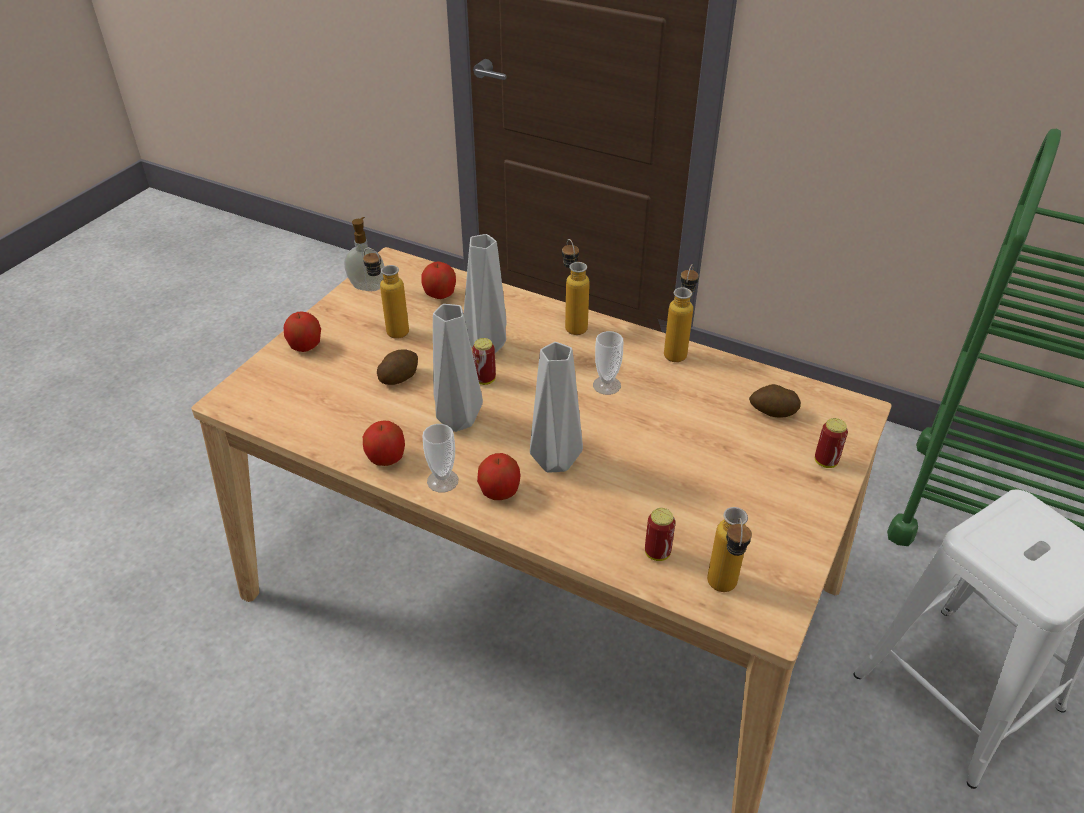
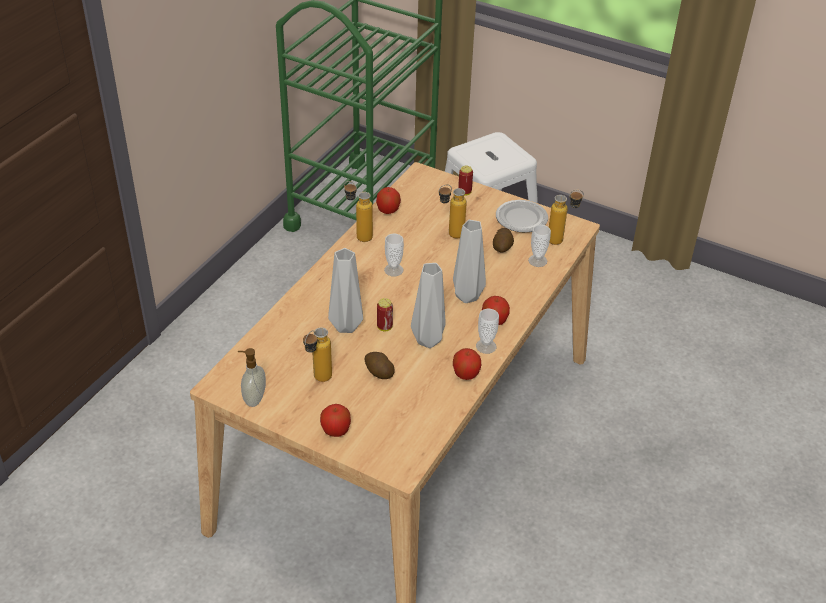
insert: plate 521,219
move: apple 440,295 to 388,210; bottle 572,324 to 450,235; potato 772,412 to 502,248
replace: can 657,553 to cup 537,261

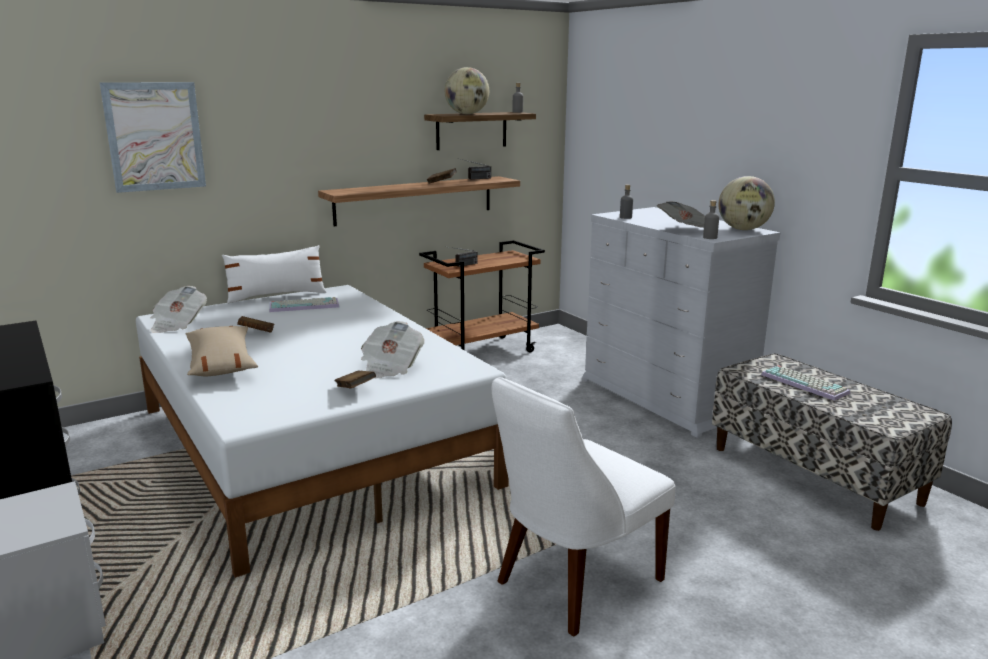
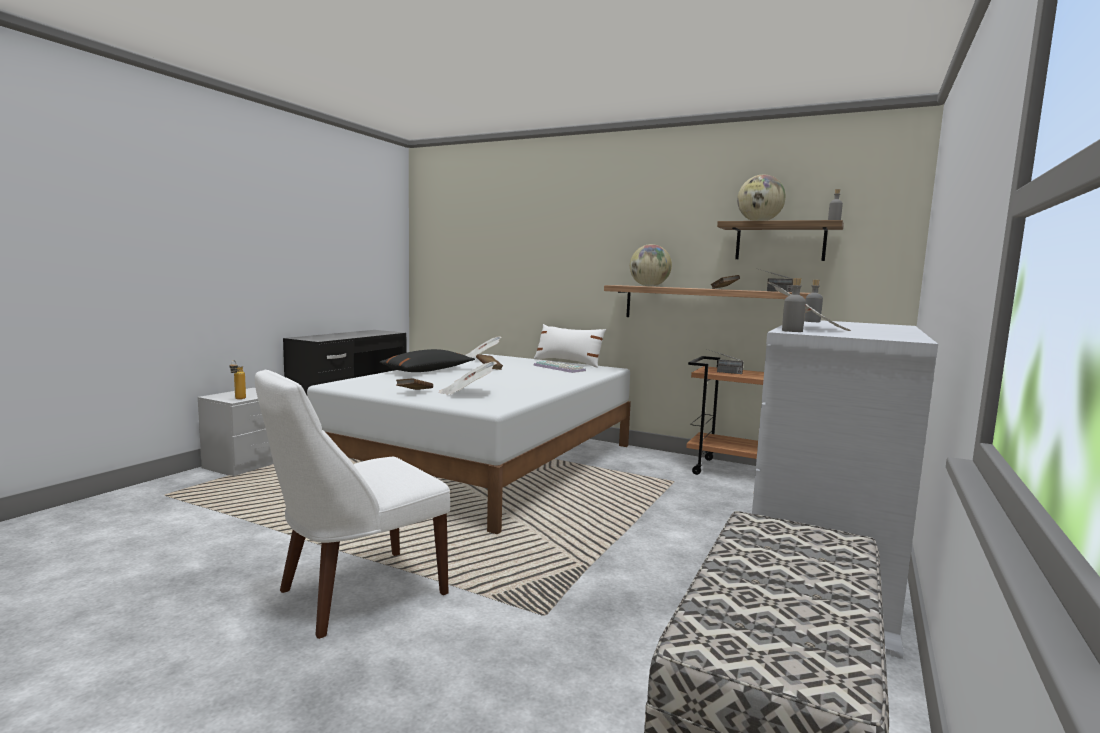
delete: picture 155,136; keyboard 806,384
insert: bottle 238,399
move: globe 743,229 to 649,286
recolor: pillow/beige 221,363 to pillow/black 427,371
rotate: chair/white 573,583 = 355,594 60 degrees counterclockwise

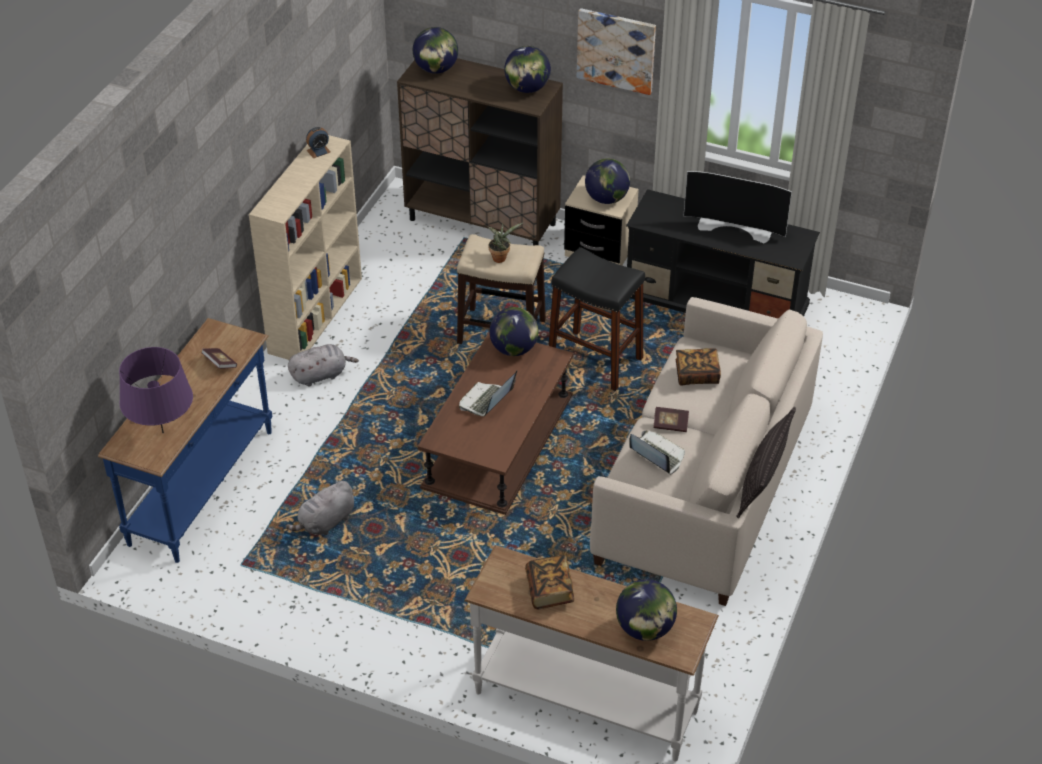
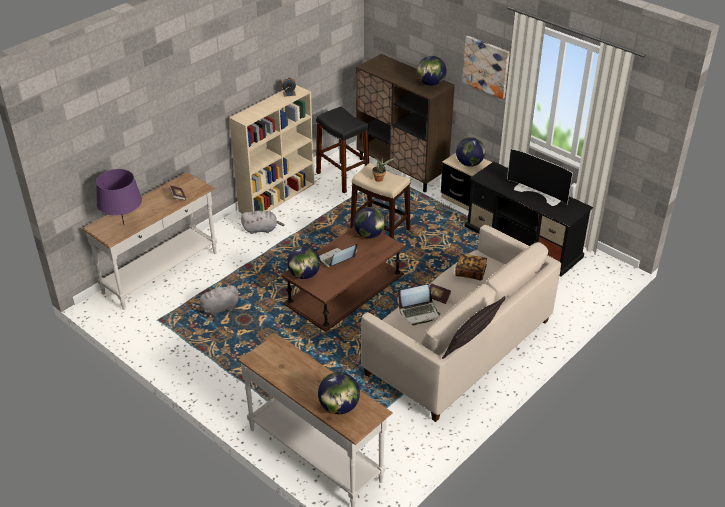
delete: book 549,590
move: globe 436,69 to 304,275; stool/black 595,360 to 343,177
recolor: console table/blue 203,487 to console table/white 161,273
rotate: laptop 656,455 = 419,312 105 degrees clockwise

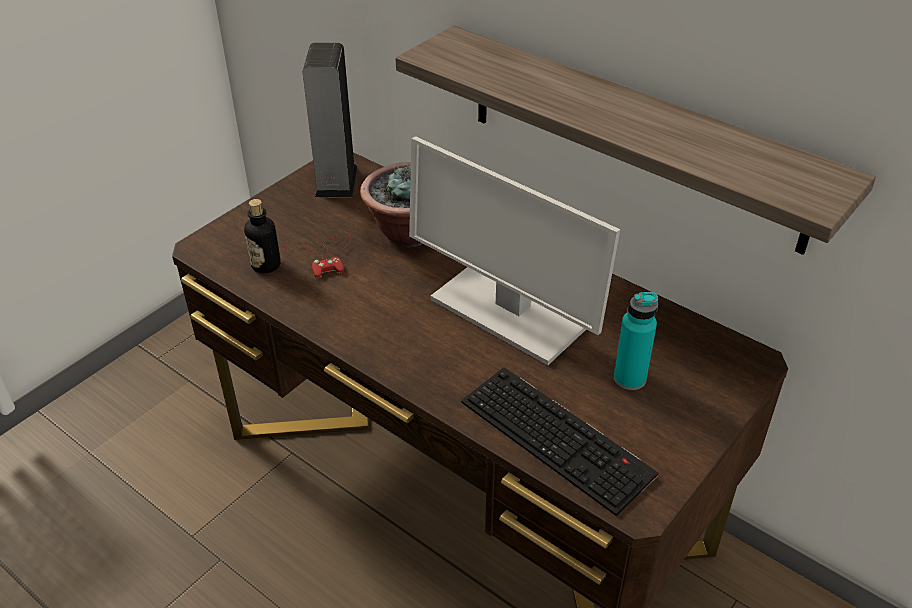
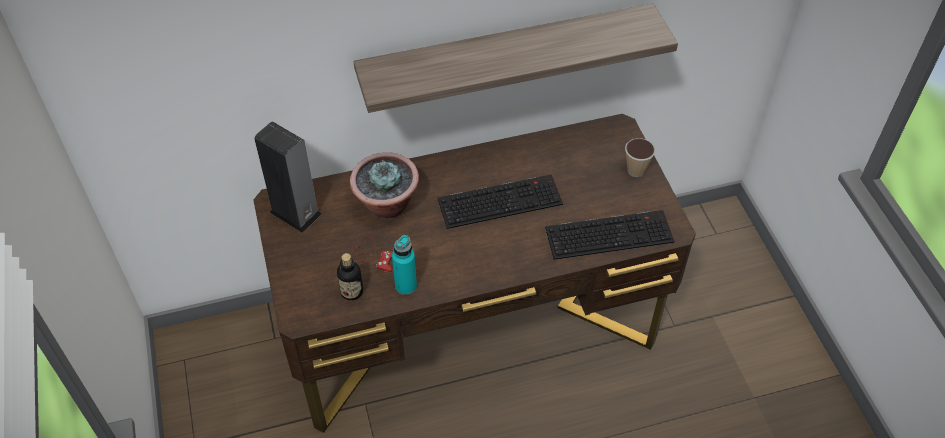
insert: cup 636,170
move: bottle/turquoise 629,378 to 406,286
replace: monitor 507,312 to keyboard 501,200

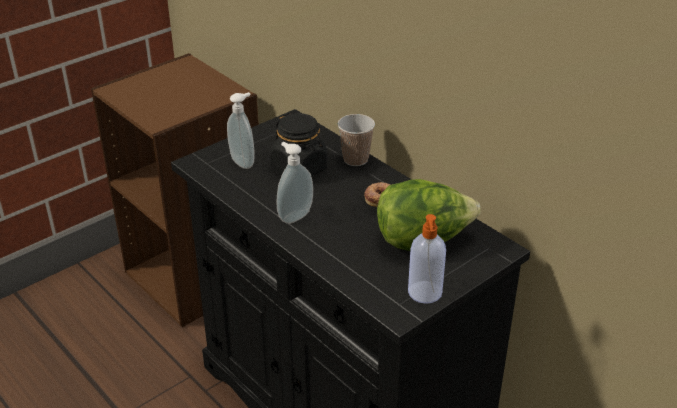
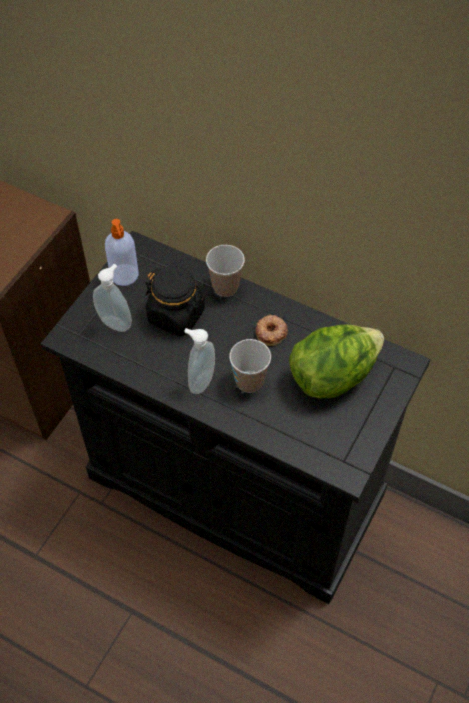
insert: cup 249,381
move: soap dispenser 425,293 to 124,276

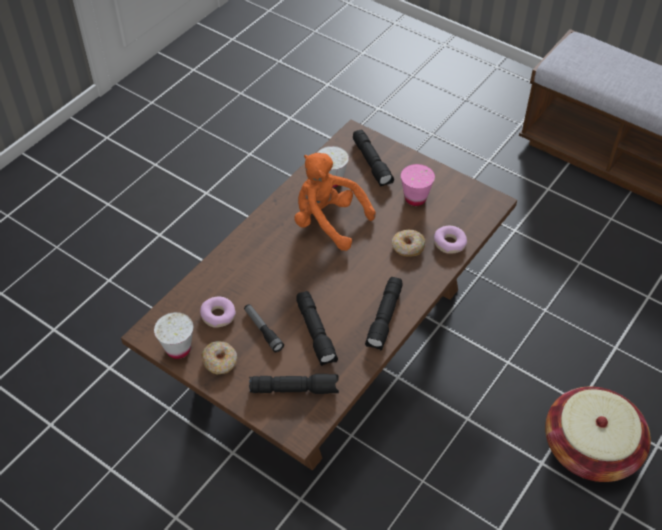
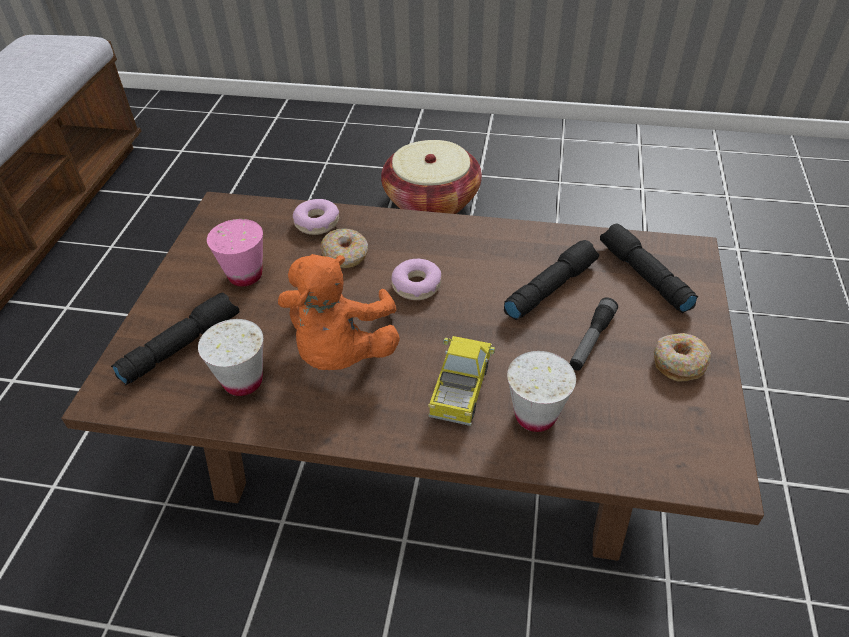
delete: flashlight/black 385,318
insert: toy truck 461,389
move: cup/white 178,349 to 535,416; donut 218,315 to 416,285

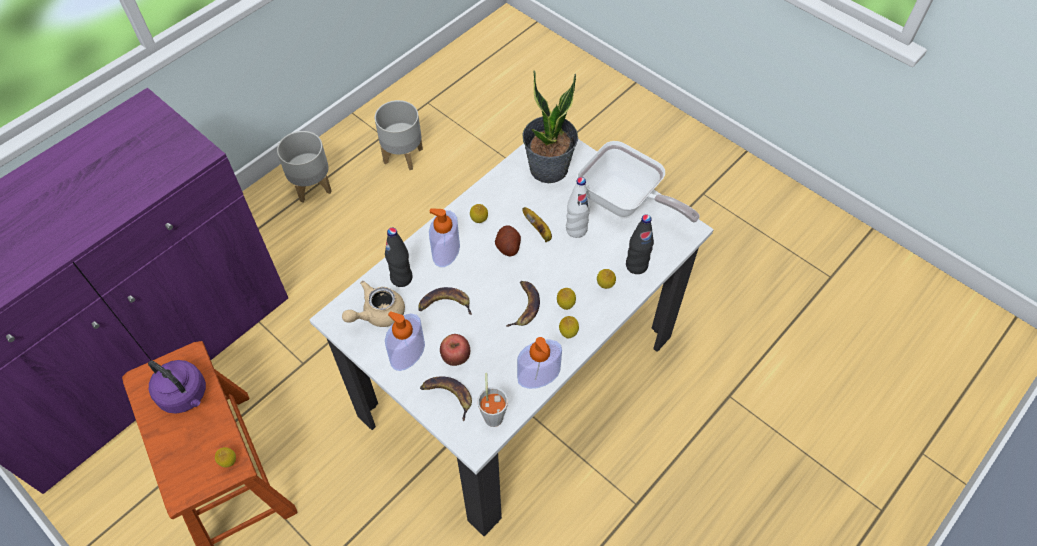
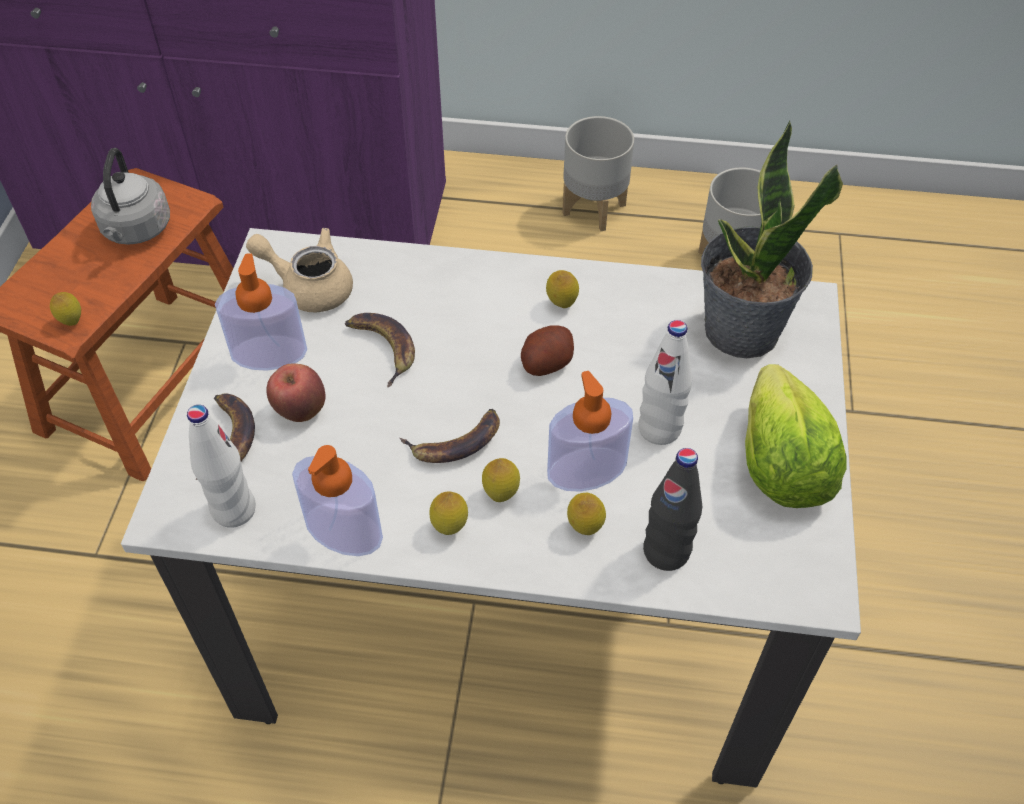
delete: bottle/black 401,278; banana 539,230
move: soap dispenser 446,251 to 586,469
replace: cup/grey 493,413 to bottle/white 233,510; frying pan 625,202 to lettuce 779,465
recolor: kettle/purple 185,395 to kettle/grey 136,231

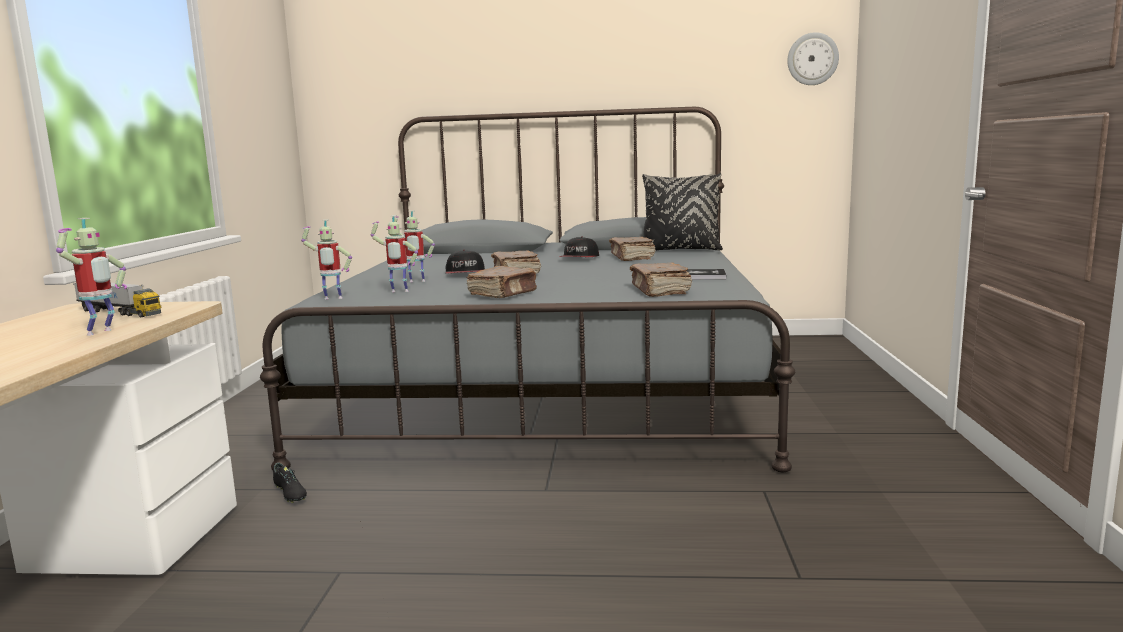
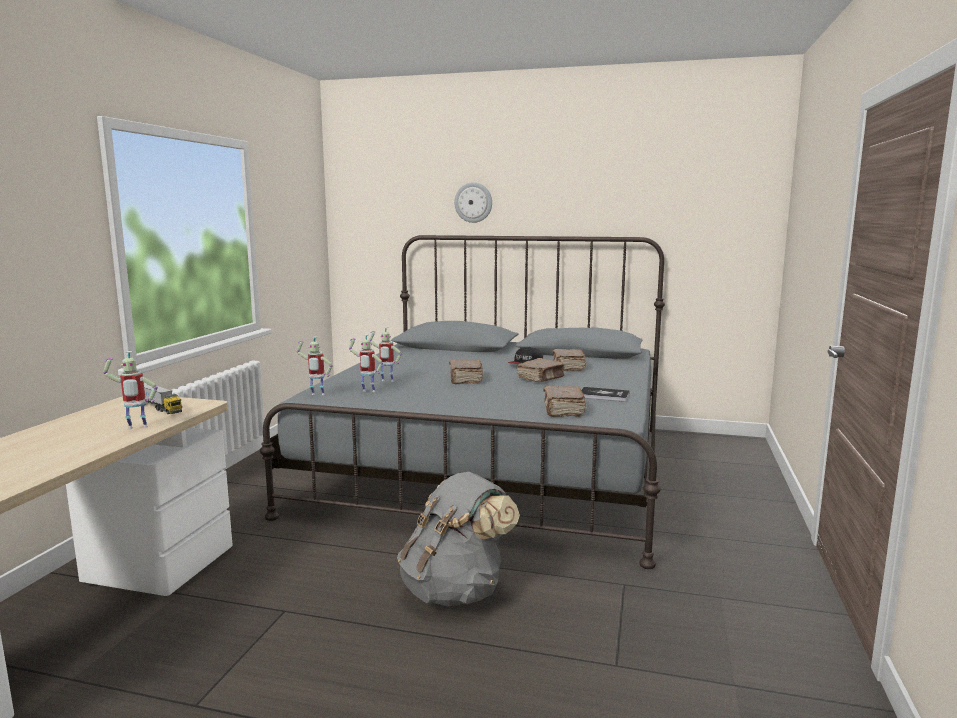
delete: shoe/black 290,494; cap 465,274; pillow/black 681,250
insert: backpack/grey 456,591
move: book/brown 503,294 to 541,378; wall clock 812,59 to 473,202
rotate: toy robot 101,333 = 136,428 45 degrees clockwise

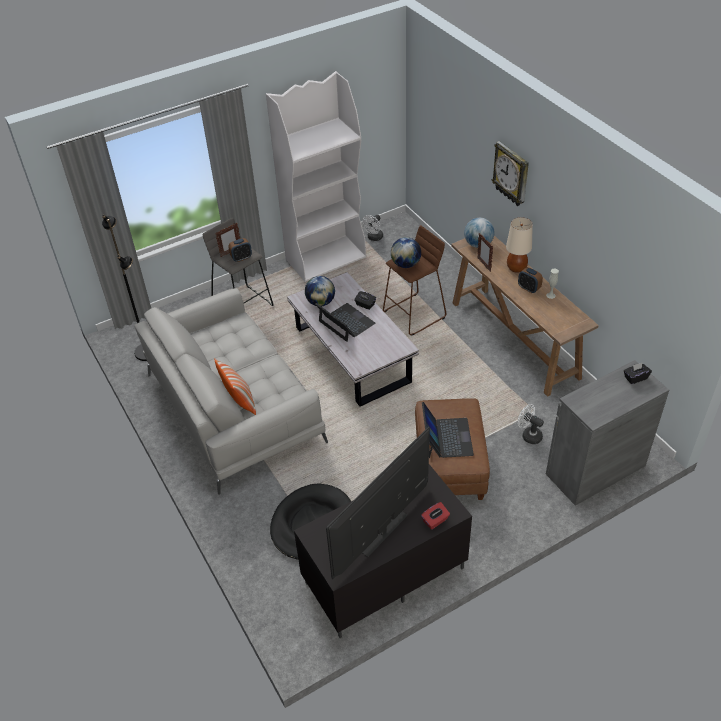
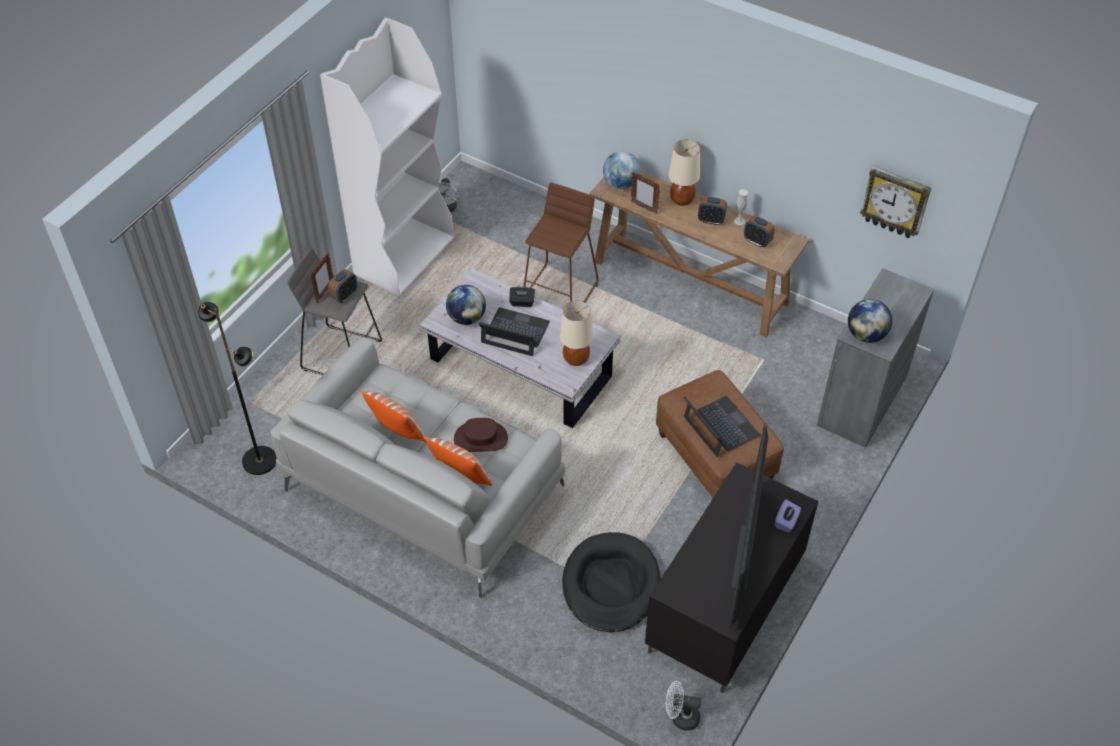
delete: tissue box/black 635,378
insert: pillow 397,432; hat/brown 481,438; table lamp/beige 576,359; alarm clock 757,241
move: globe 405,264 to 866,335; wall clock 511,174 to 895,202; fan/white 529,435 to 680,717
recolor: tissue box/red 435,521 to tissue box/purple 786,522

